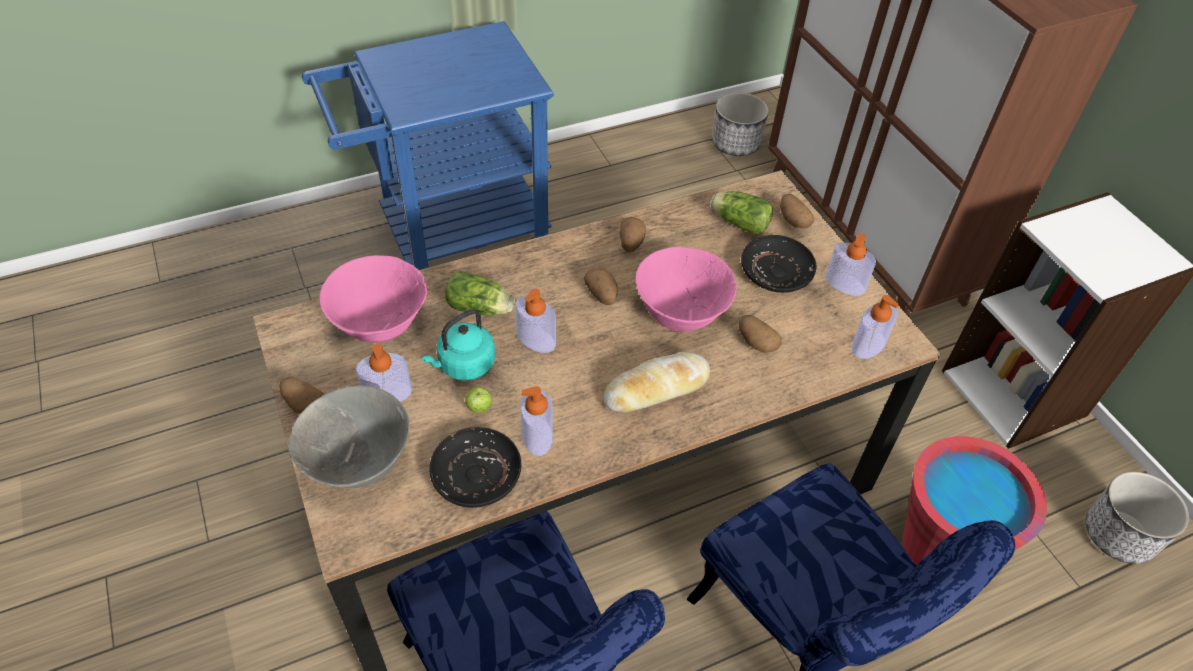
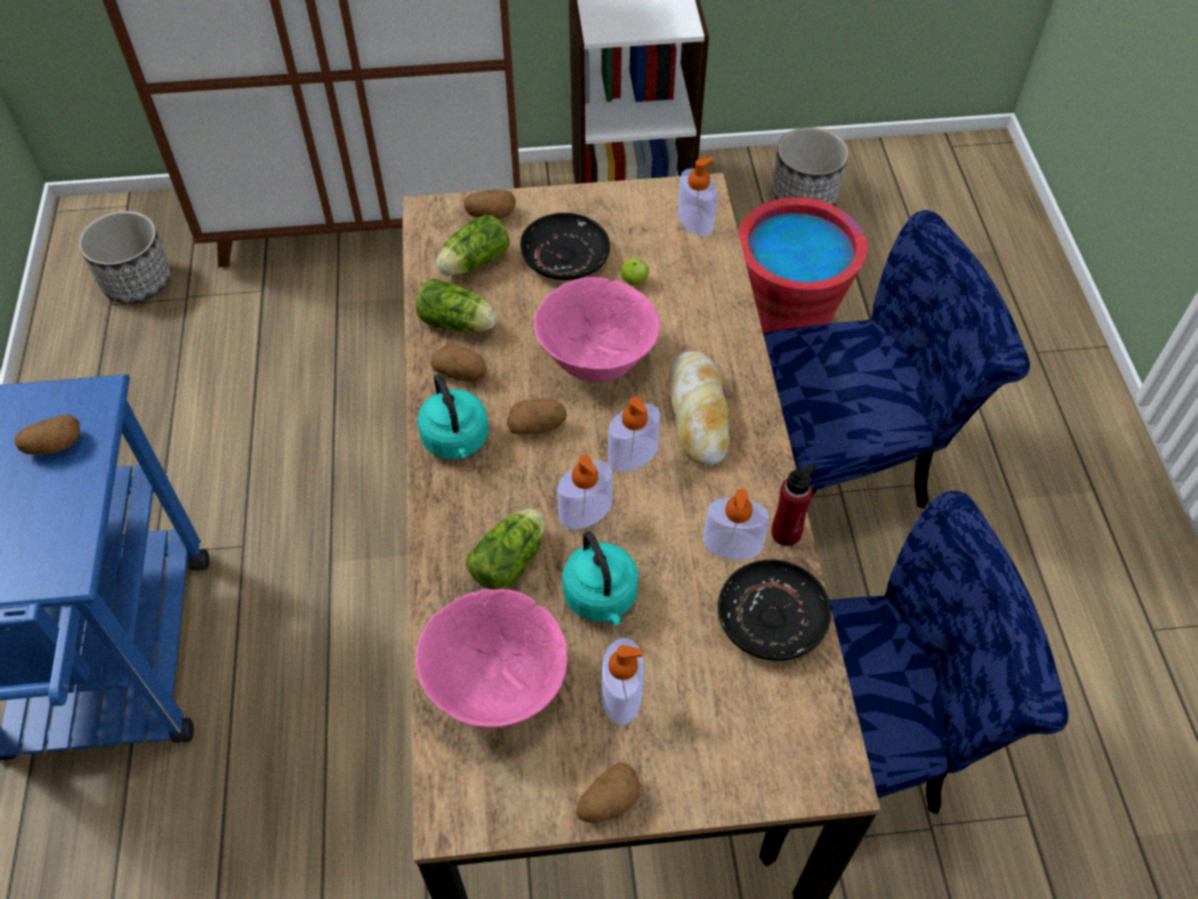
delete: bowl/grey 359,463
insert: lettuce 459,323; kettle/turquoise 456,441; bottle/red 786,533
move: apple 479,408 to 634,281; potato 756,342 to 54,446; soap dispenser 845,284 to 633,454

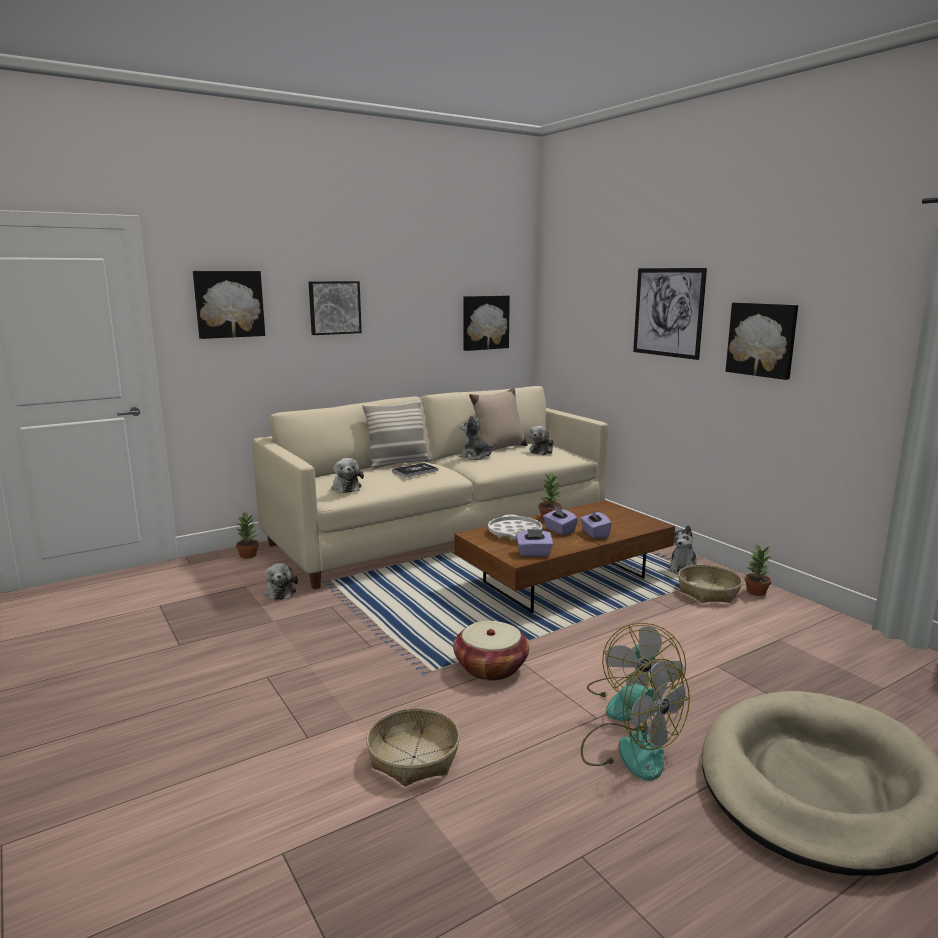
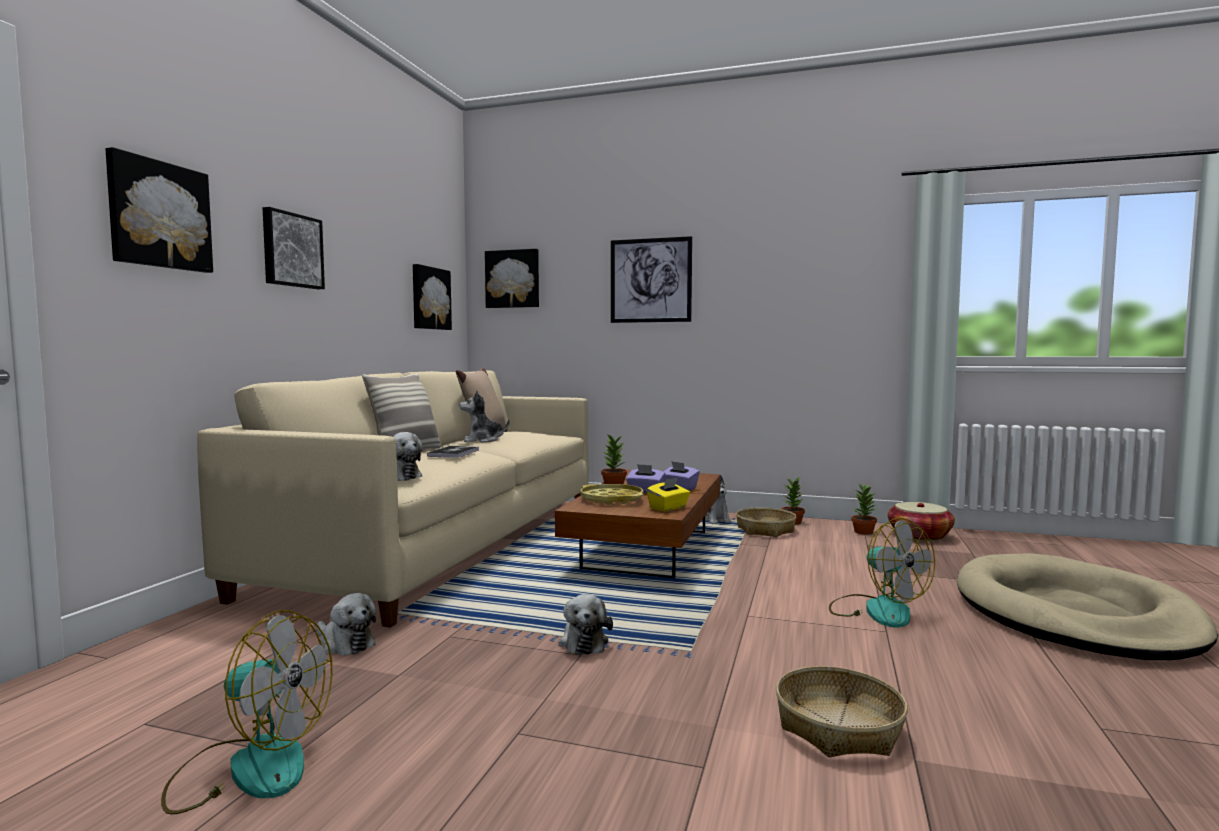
move: potted plant 248,555 to 863,532; basket 491,667 to 919,536; plush toy 542,451 to 583,642; fan 629,750 to 249,767; picture 762,339 to 513,279
recolor: tray/white 515,532 to tray/yellow 611,499; tissue box/purple 534,553 to tissue box/yellow 668,508

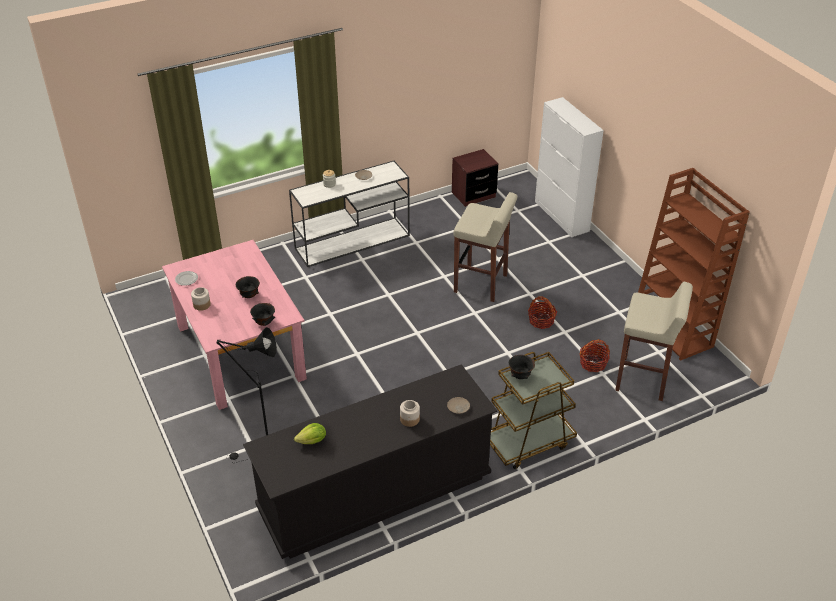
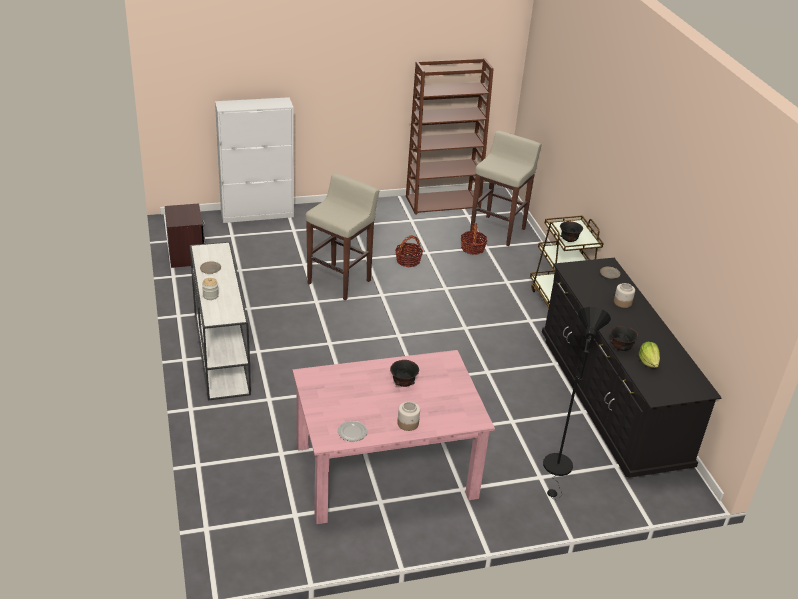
move: bowl/black 264,323 to 620,348

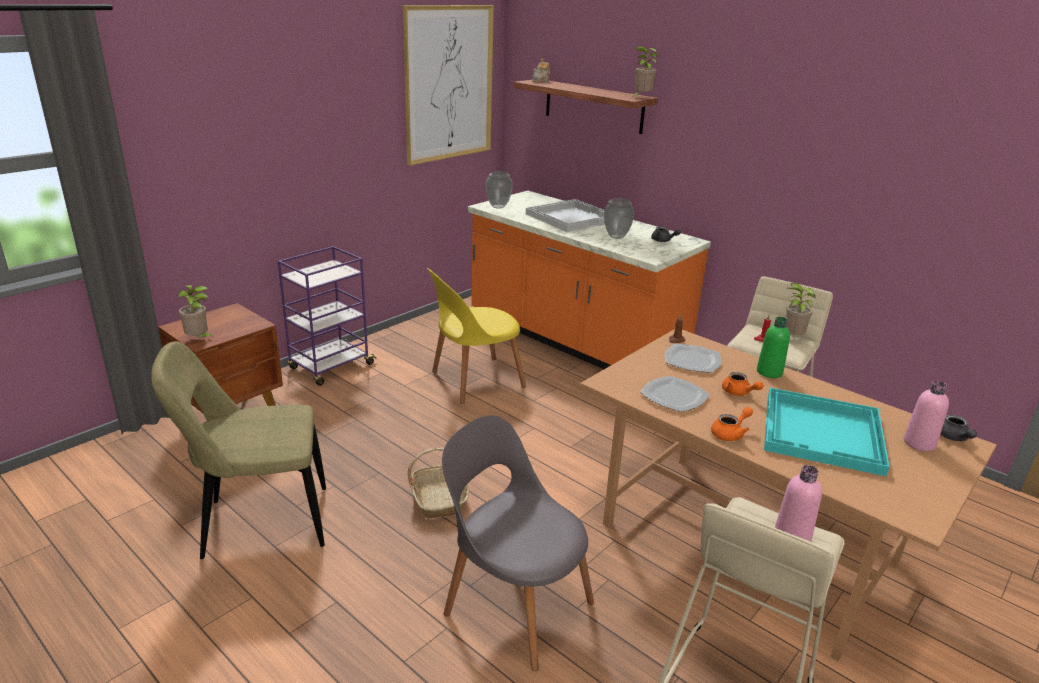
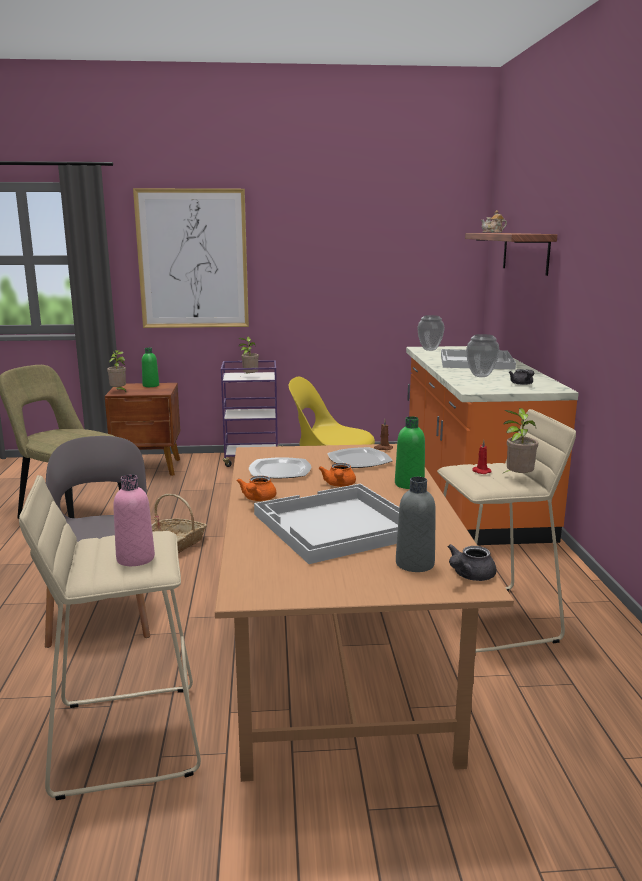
insert: bottle/green 151,385
move: picture 449,84 to 193,259; potted plant 641,98 to 249,377
recolor: tray/turquoise 823,433 to tray/white 336,525; bottle/pink 919,443 to bottle/grey 415,564
rotate: teapot/orange 730,434 = 257,499 90 degrees clockwise

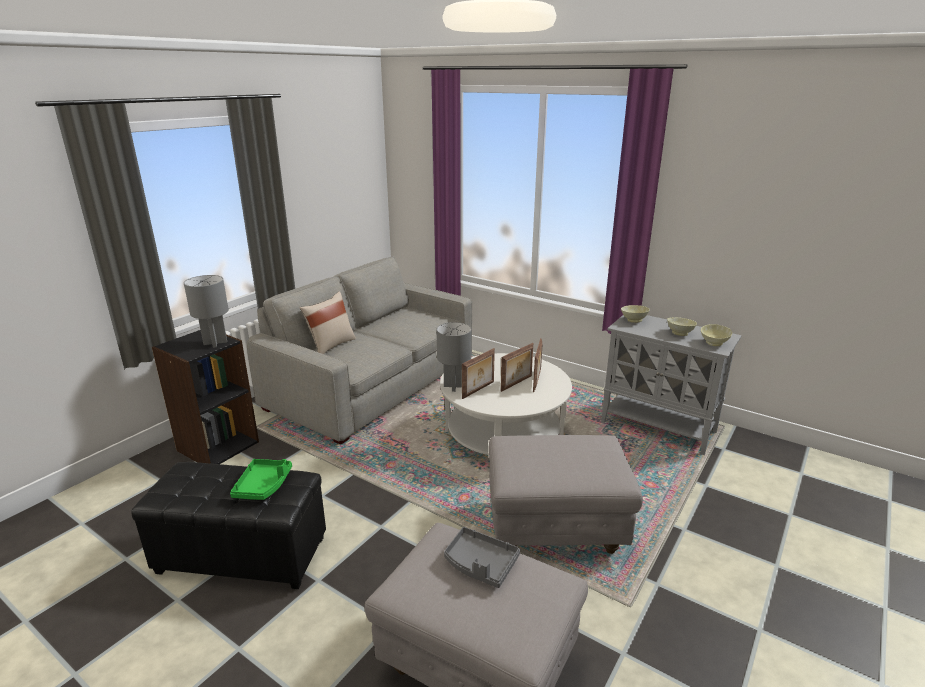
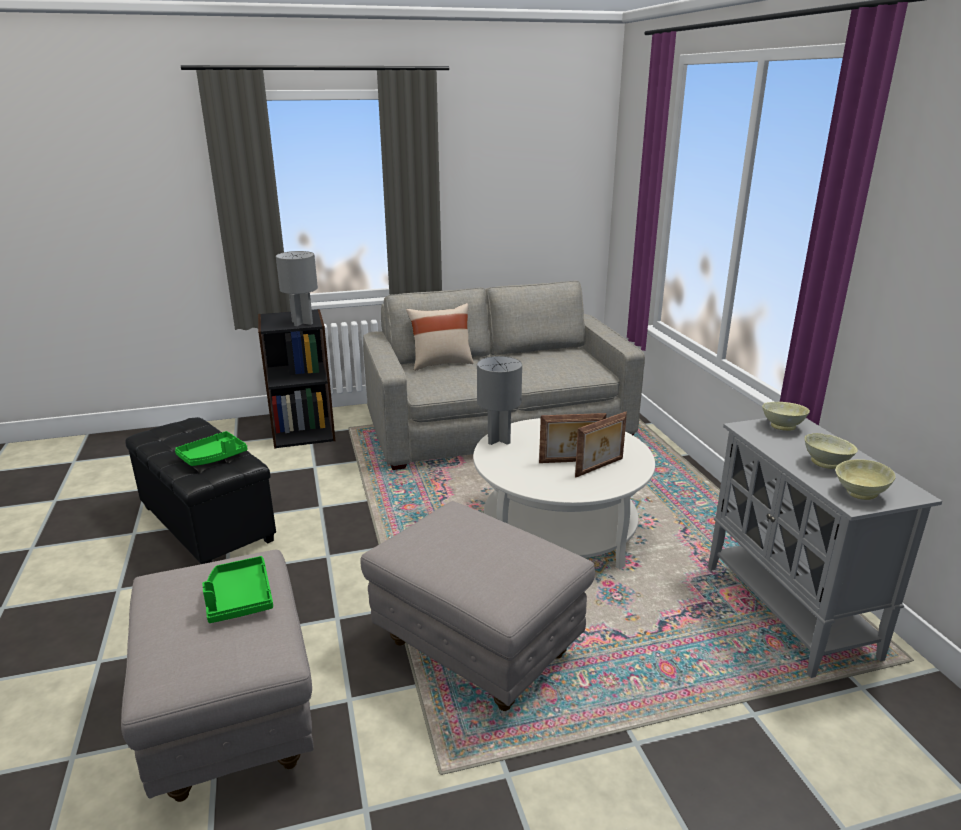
delete: picture frame 478,390
recolor: tray/grey 480,564 to tray/green 239,599

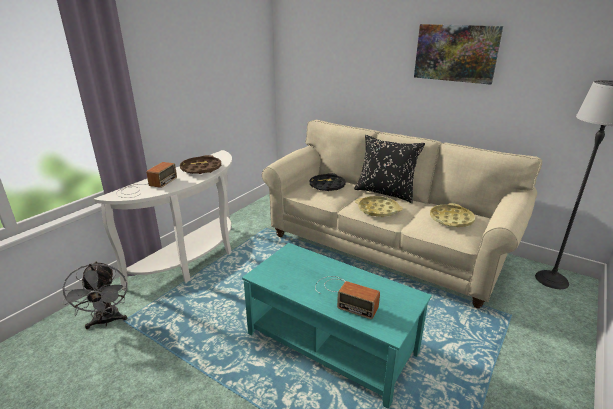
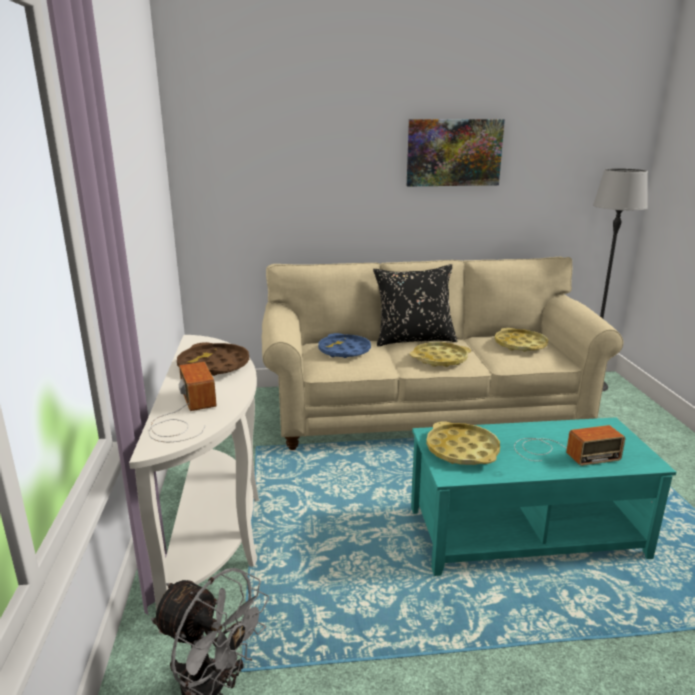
insert: tray/yellow 462,450
recolor: tray/black 327,186 to tray/blue 344,351

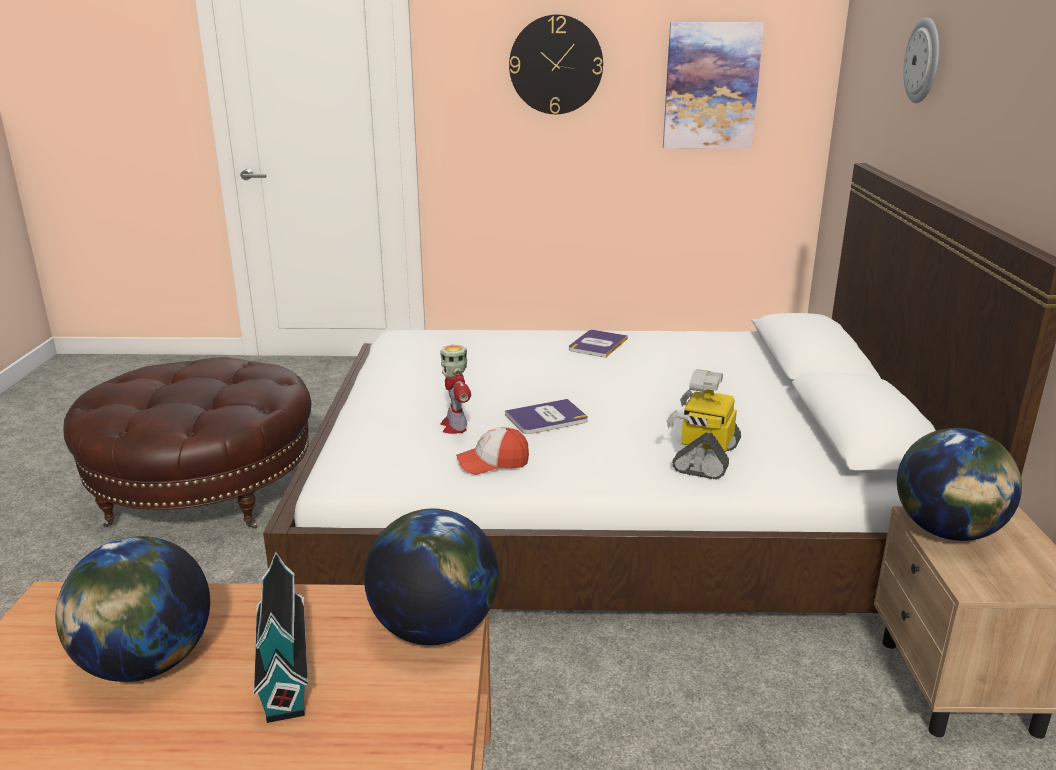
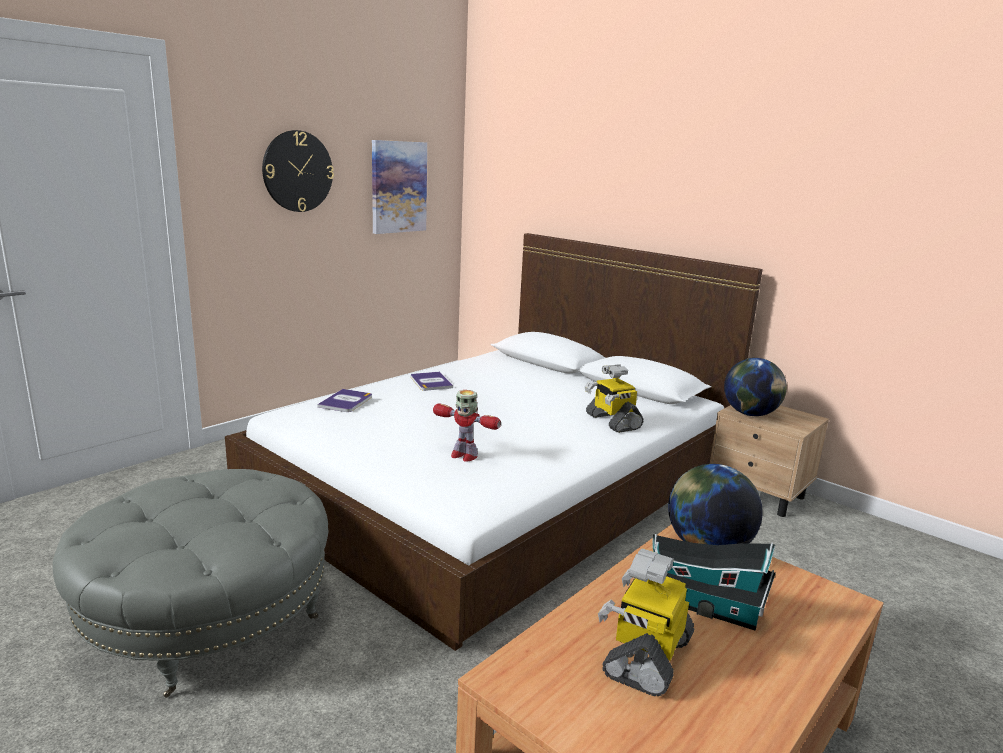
delete: cap 493,463; wall clock 923,61
move: book 546,418 to 346,401
replace: globe 146,663 to toy robot 646,656
recolor: ottoman/brown 205,490 to ottoman/grey 208,618

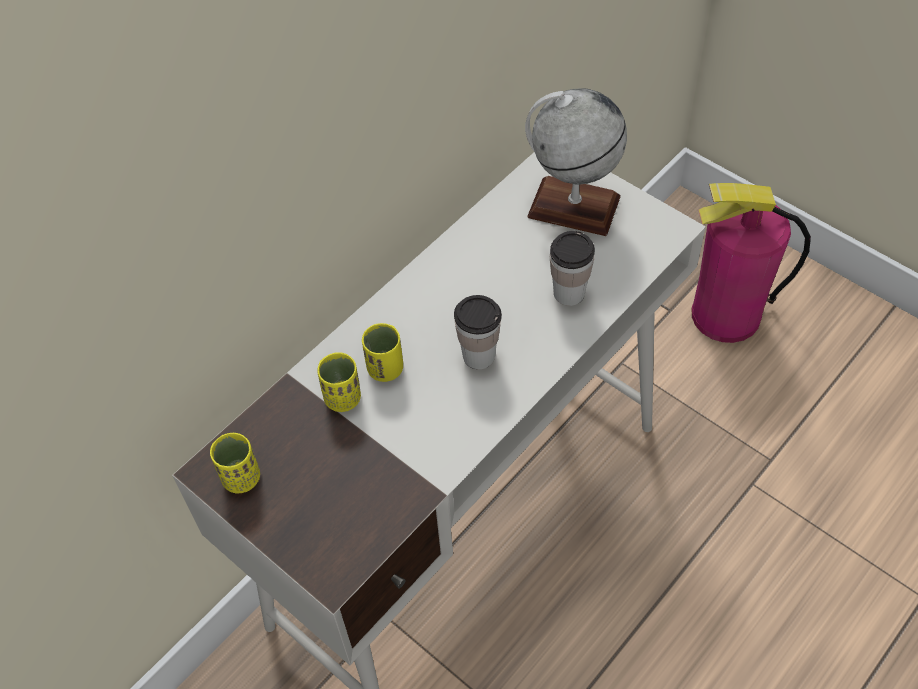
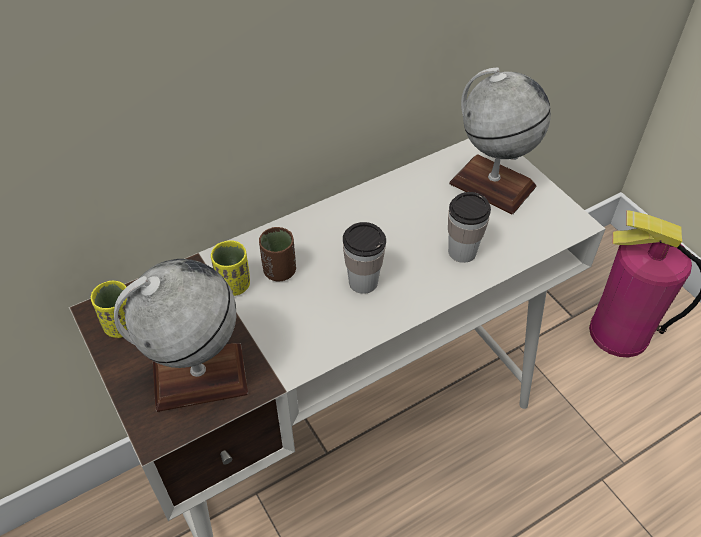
insert: globe 199,377
recolor: cup/yellow 385,369 to cup/brown 279,271

